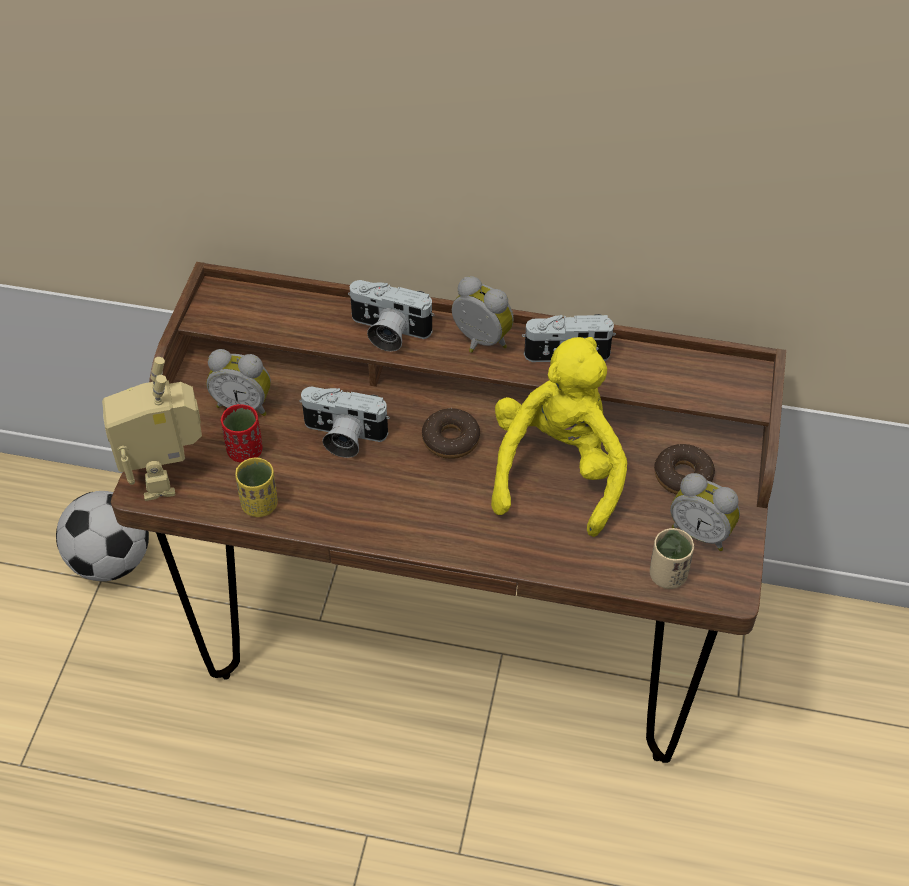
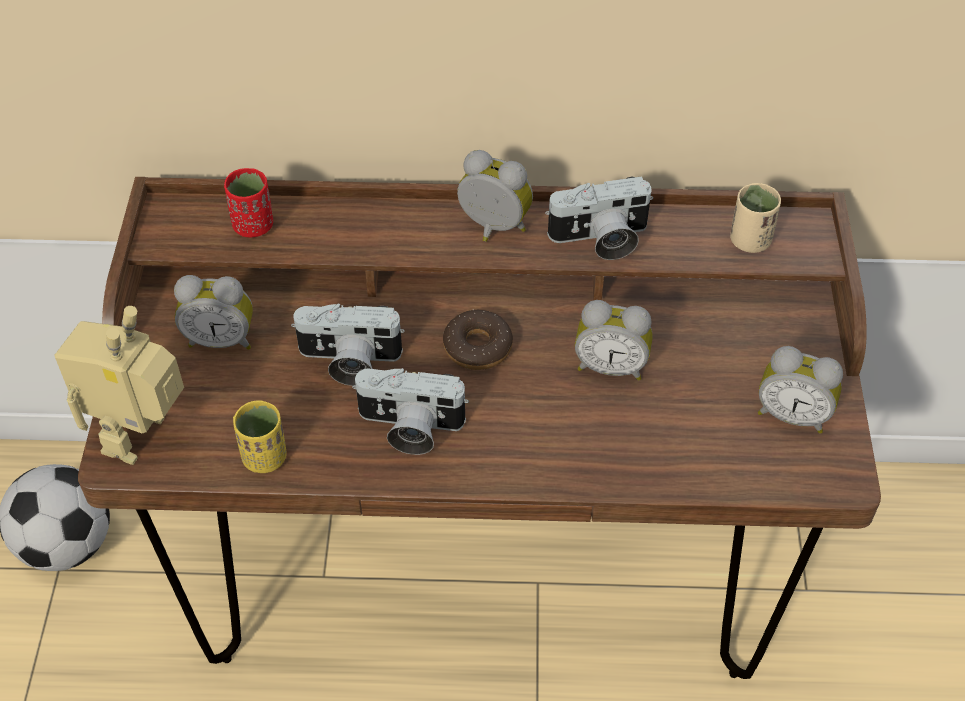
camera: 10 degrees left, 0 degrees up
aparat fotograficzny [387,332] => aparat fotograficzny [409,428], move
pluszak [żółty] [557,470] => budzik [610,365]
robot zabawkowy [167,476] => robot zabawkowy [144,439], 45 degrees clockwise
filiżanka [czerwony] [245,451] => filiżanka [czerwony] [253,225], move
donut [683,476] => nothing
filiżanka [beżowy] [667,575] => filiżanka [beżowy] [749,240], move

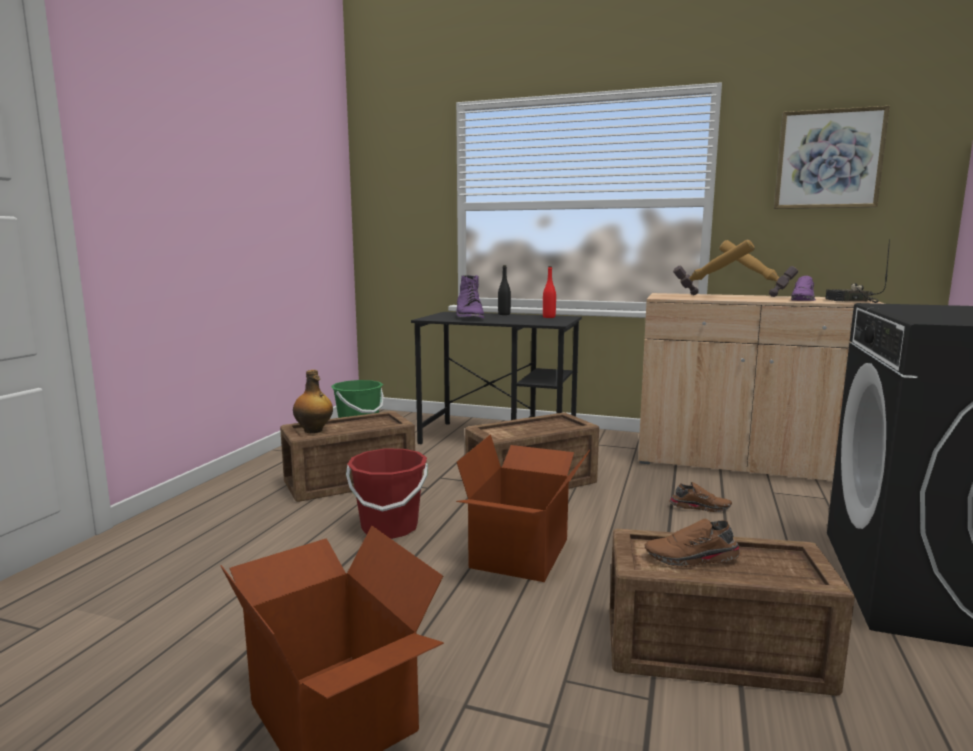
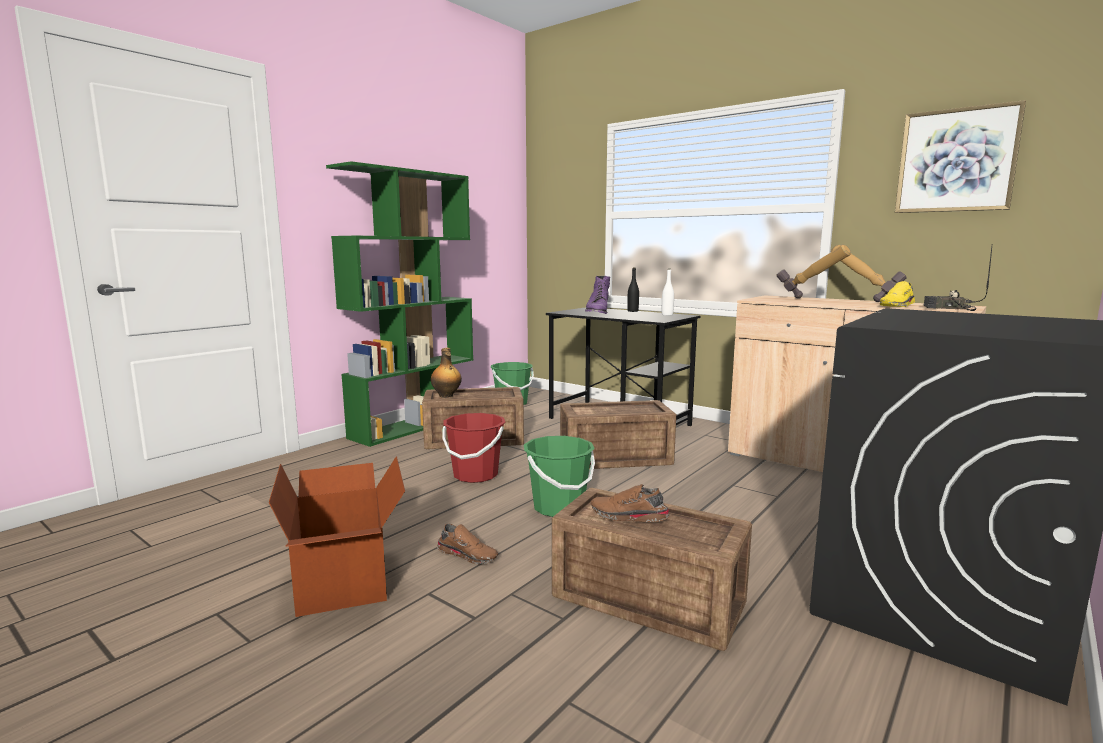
camera: 20 degrees right, 0 degrees up
butelka [czerwony] [549,317] => butelka [biały] [667,315]
but [fioletowy] [804,300] => but [żółty] [898,306]
karton [522,553] => wiadro [zielony] [558,507]
but [brązowy] [699,507] => but [brązowy] [468,554], move
nothing => regał [zielony] [414,425]

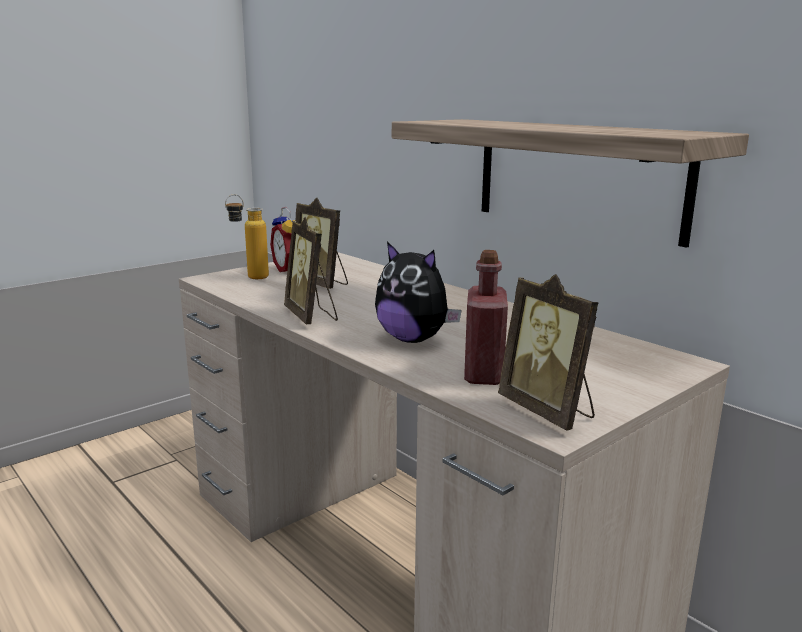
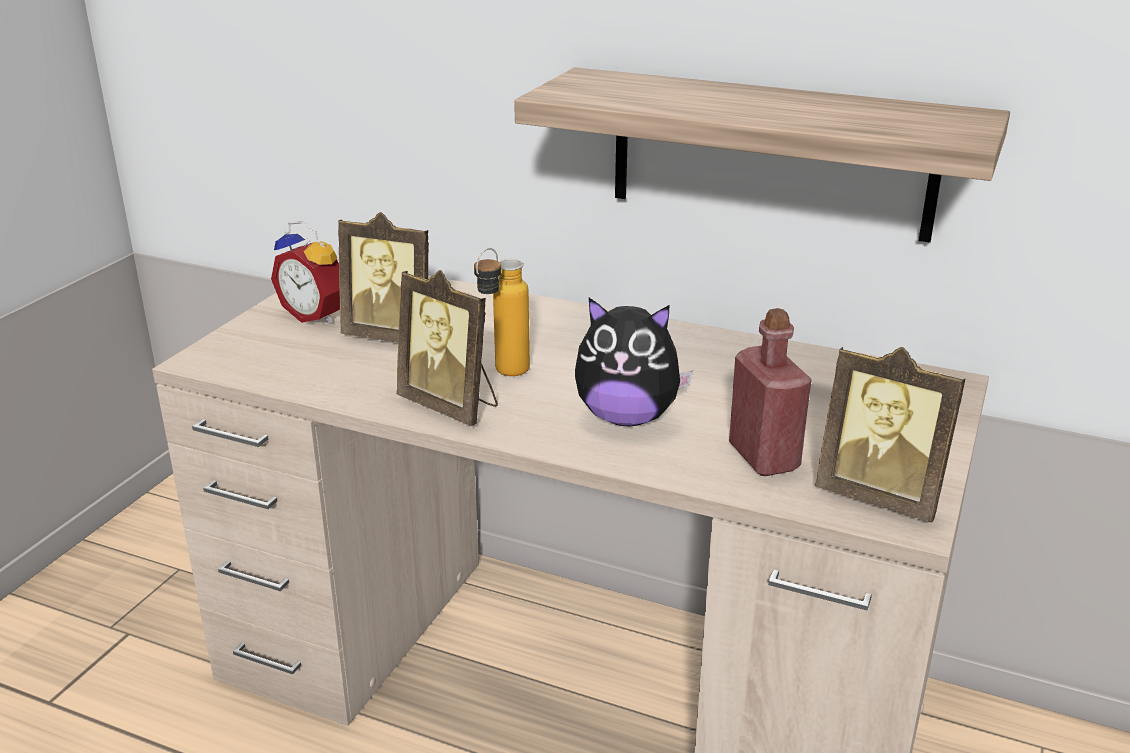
camera: 25 degrees left, 10 degrees up
butelka [249,278] => butelka [503,375], move

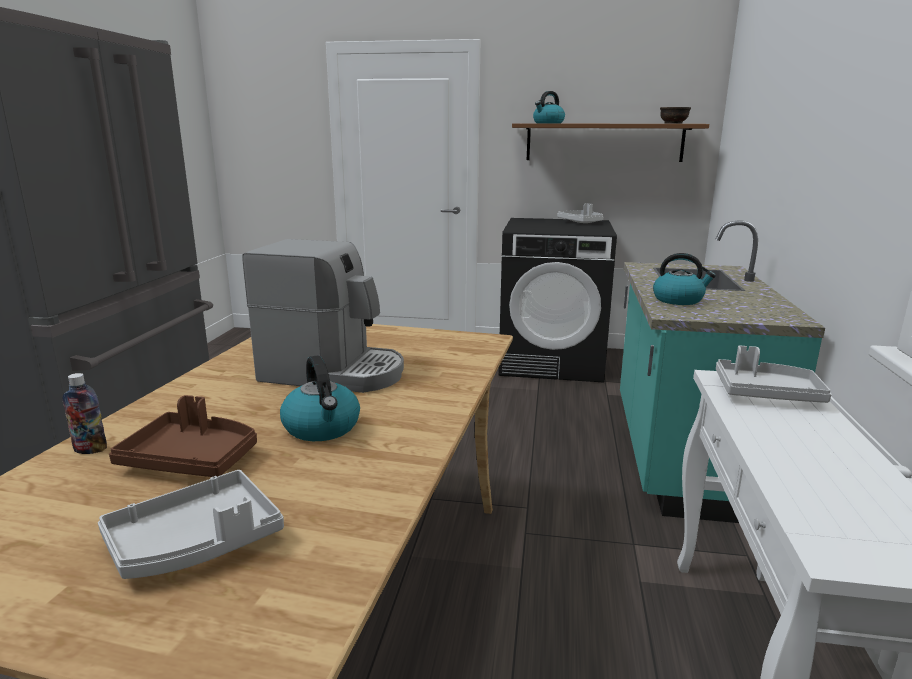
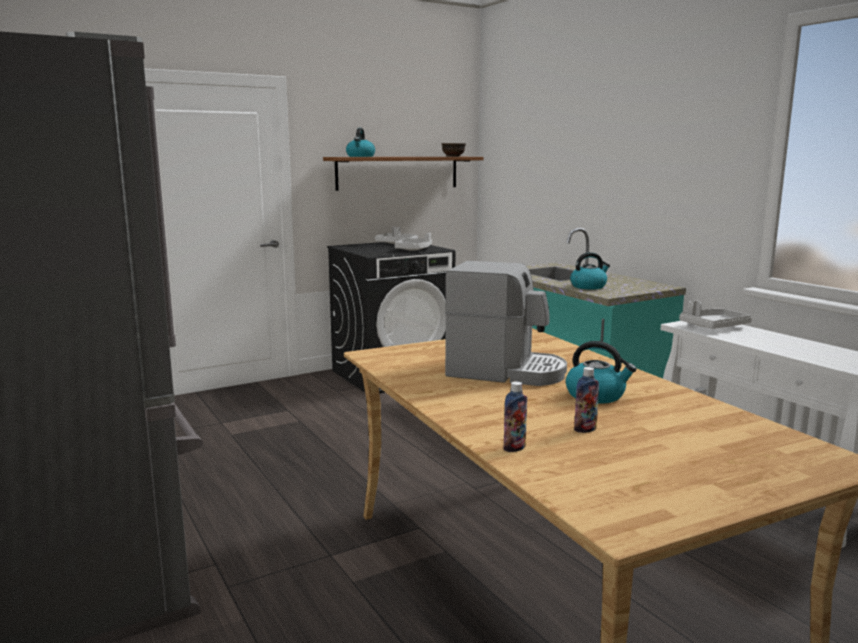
camera: 40 degrees left, 5 degrees down
ekspres do kawy [334,373] => ekspres do kawy [506,372], 45 degrees clockwise
taca [brązowy] [192,459] => butelka [585,429]
taca [szary] [196,543] => taca [szary] [413,250], move

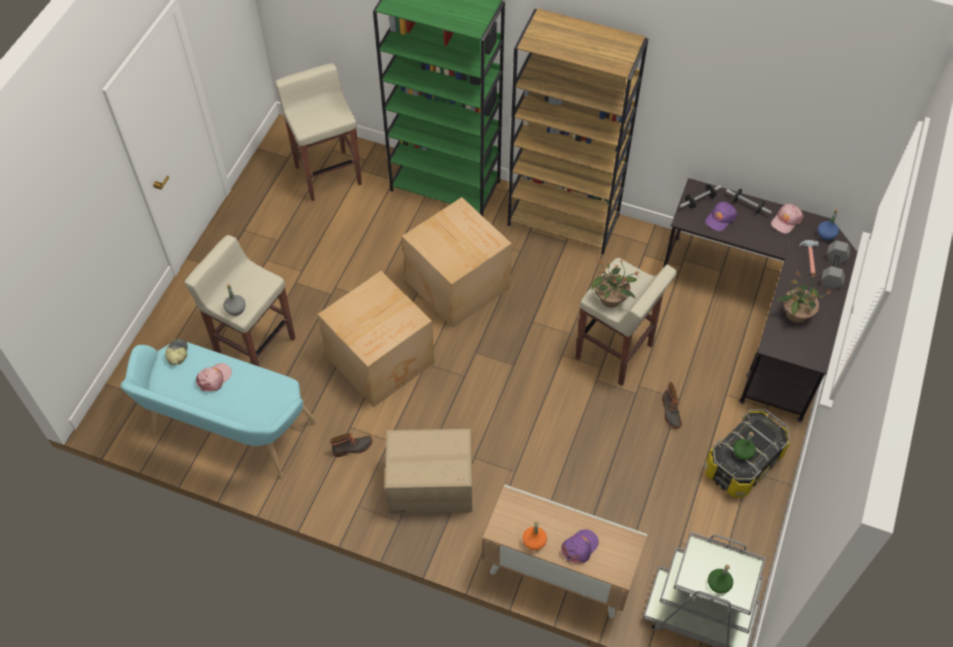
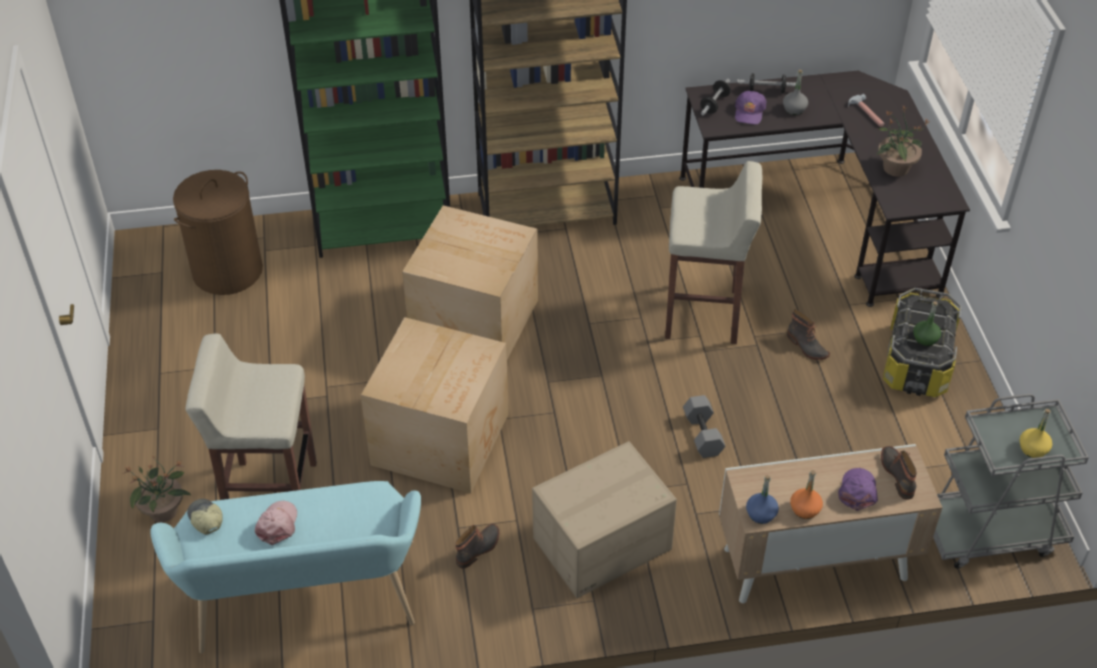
camera: 30 degrees left, 10 degrees down
stołek [beżowy] [328,174] => kosz na pranie [brązowy] [227,270]
czapka z daszkiem [różowy] [786,220] => nothing
butelka [niebieski] [826,234] => butelka [niebieski] [761,514], move
hantel [szary] [834,271] => hantel [szary] [704,435], move
roślina doniczkowa [611,299] => roślina doniczkowa [164,511], move
butelka [szary] [236,309] => butelka [szary] [794,109], move
butelka [zielony] [718,584] => butelka [żółty] [1033,449]
nothing => but z cholewką [898,475]

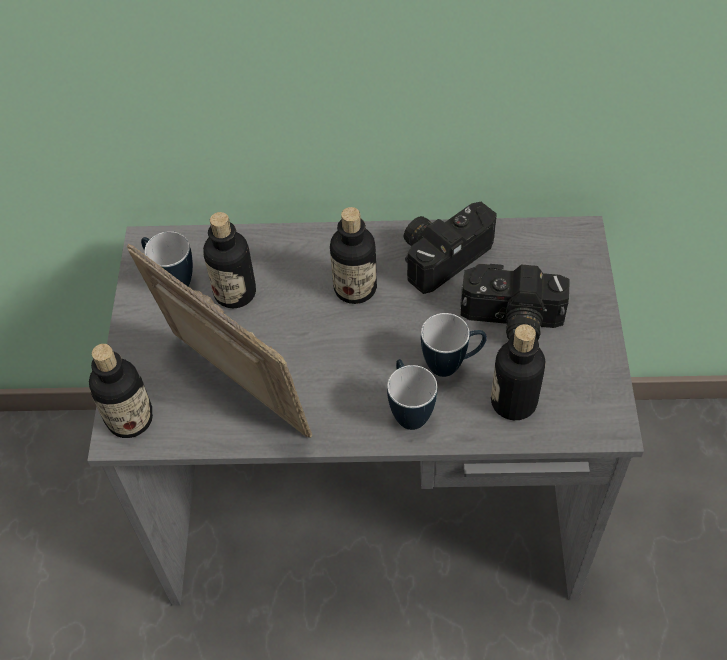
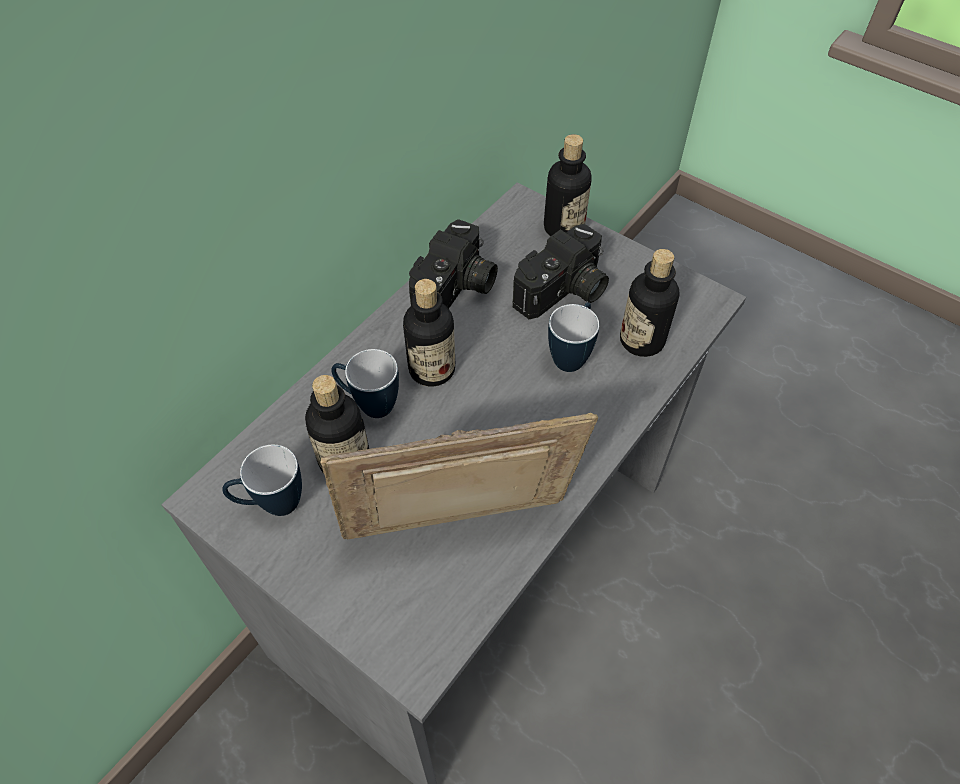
camera: 55 degrees left, 0 degrees up
aparat fotograficzny [443,254] => aparat fotograficzny [456,291], 150 degrees counterclockwise
butelka [130,419] => butelka [563,228], move
kubek [408,410] => kubek [369,404], move

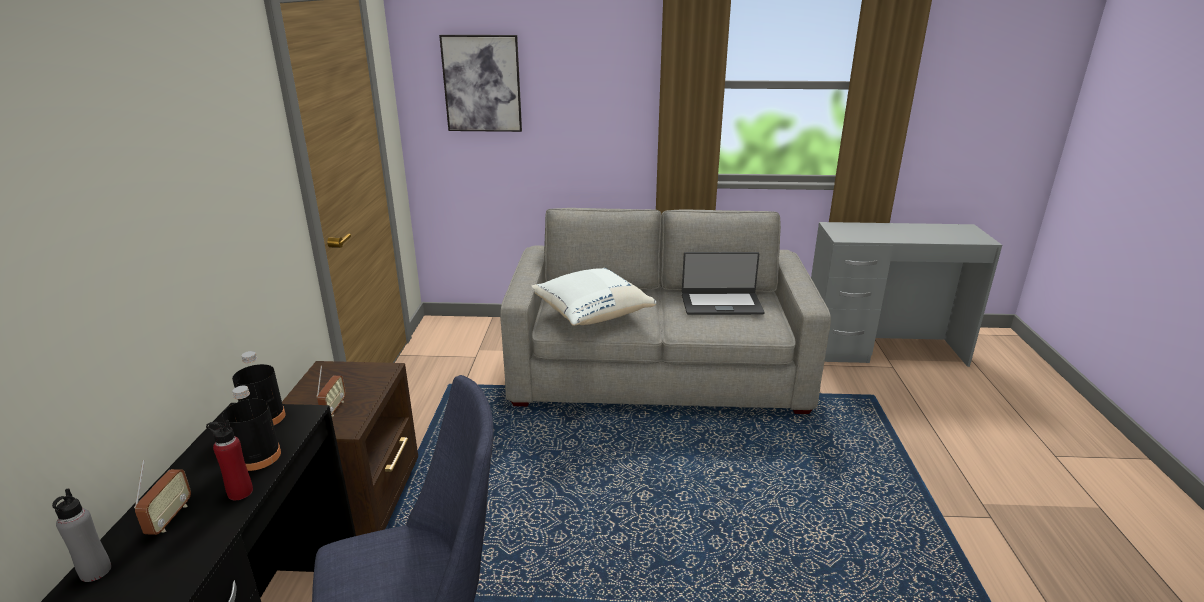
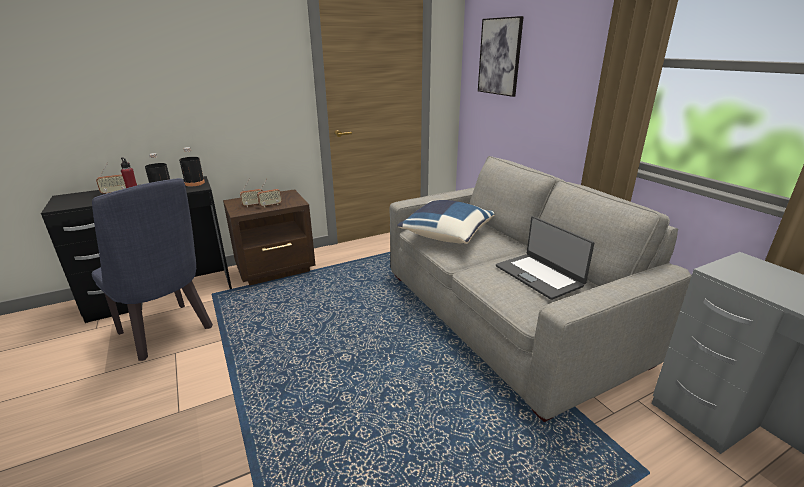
camera: 60 degrees right, 0 degrees up
poduszka [biały] [590,313] => poduszka [niebieski] [446,235]
butelka [szary] [95,571] => nothing
nothing => radio [270,205]

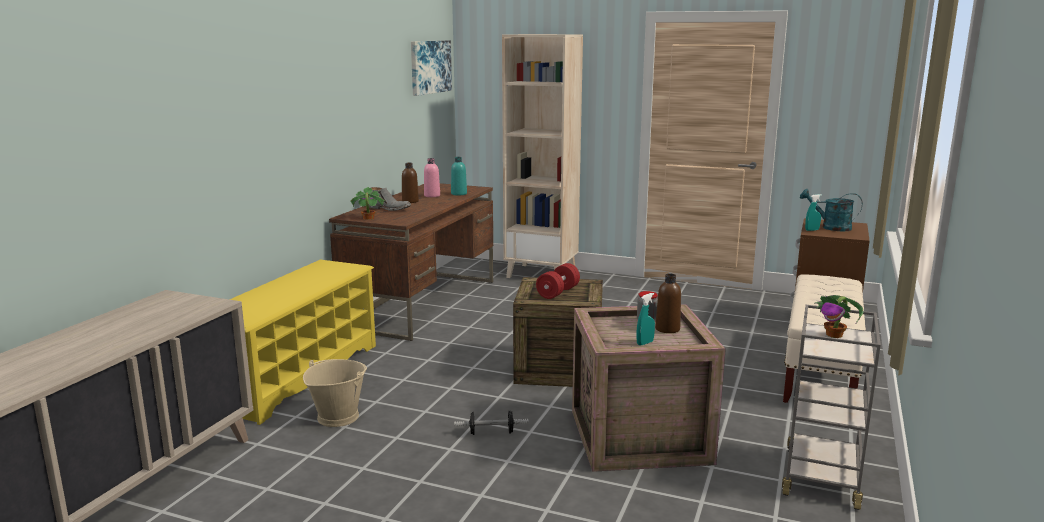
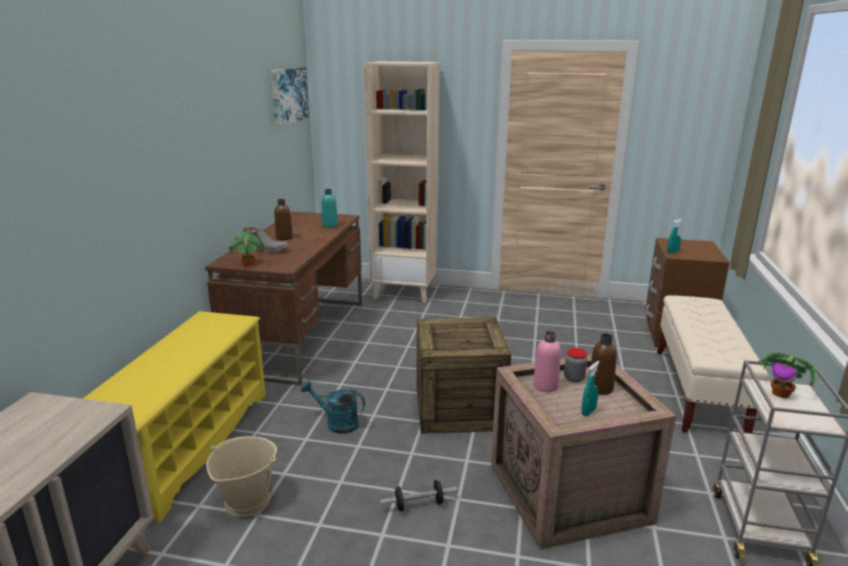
camera: 10 degrees left, 5 degrees up
butelka [różowy] [432,196] => butelka [różowy] [545,386], move
konewka [turkusowy] [830,227] => konewka [turkusowy] [337,423], move
hantel [czerwony] [558,292] => nothing

